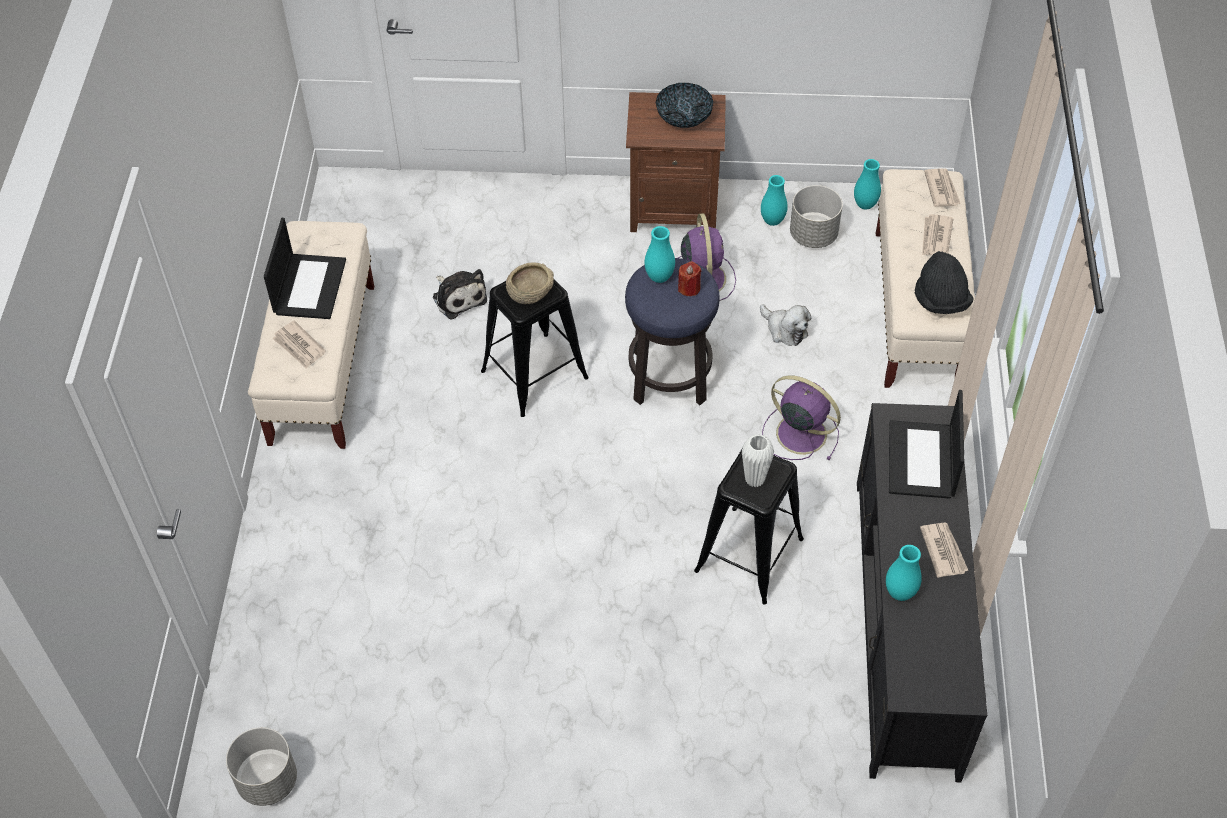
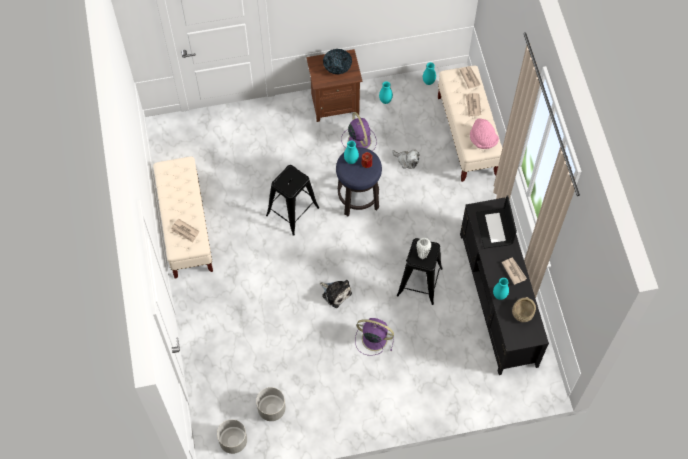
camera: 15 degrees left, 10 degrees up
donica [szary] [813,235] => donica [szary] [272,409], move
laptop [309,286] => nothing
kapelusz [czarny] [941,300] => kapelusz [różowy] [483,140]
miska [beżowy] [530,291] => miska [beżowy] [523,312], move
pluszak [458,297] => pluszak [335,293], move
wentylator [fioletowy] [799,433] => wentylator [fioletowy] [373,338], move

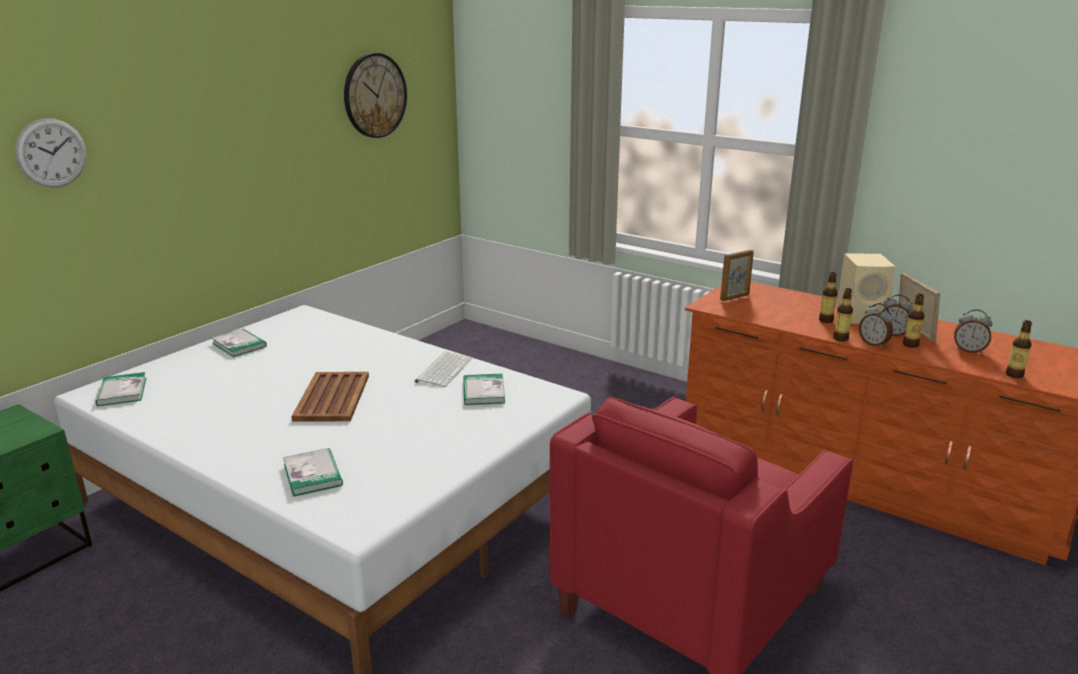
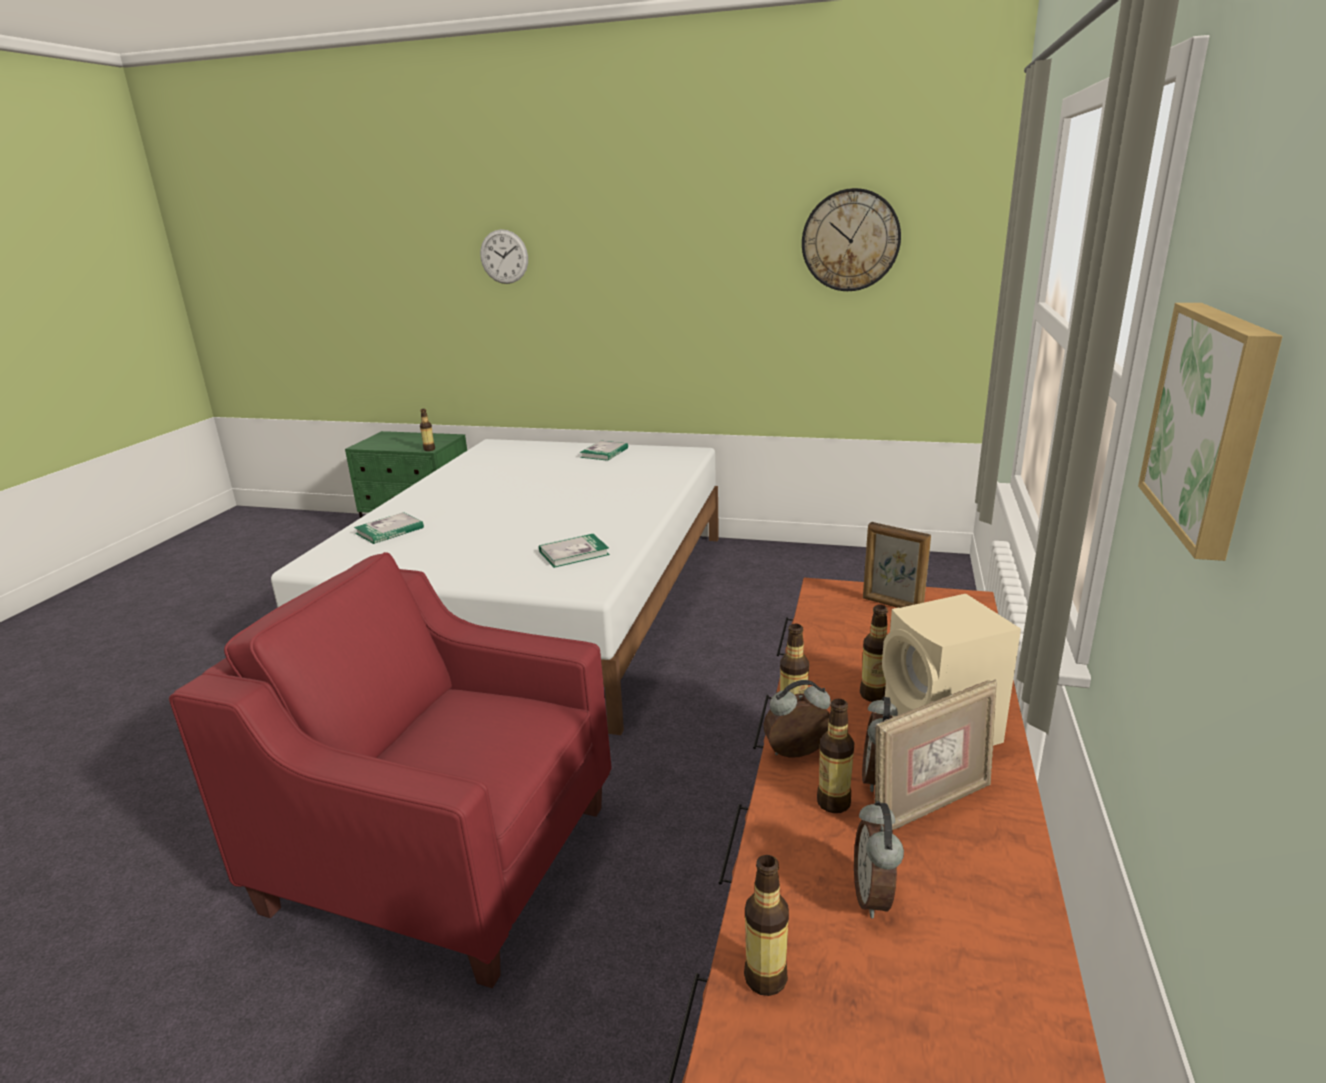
camera: 70 degrees right, 0 degrees up
budzik [873,344] => budzik [798,755], 45 degrees clockwise
klawiatura [443,369] => nothing
książka [122,391] => nothing
taca [brązowy] [333,397] => nothing
nothing => obraz [1213,423]
nothing => butelka [429,449]

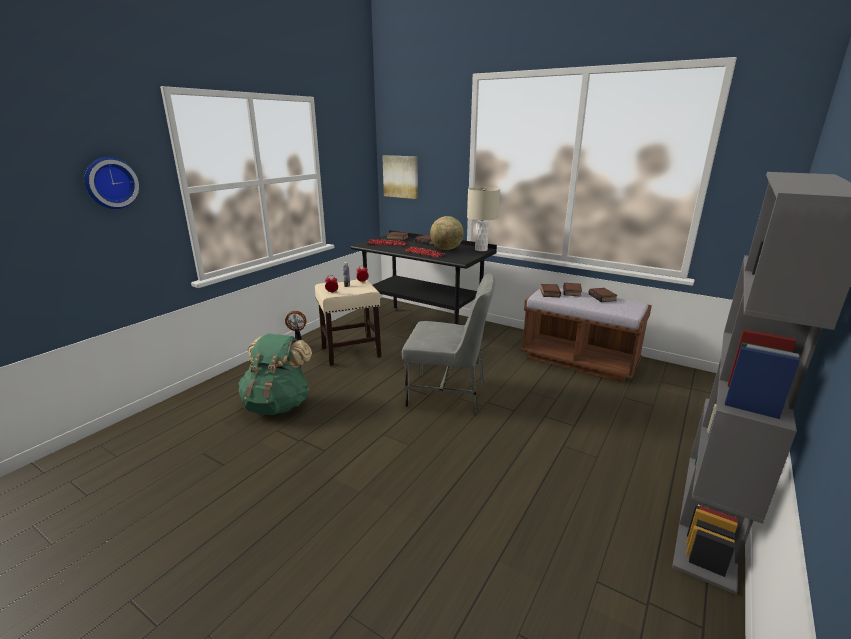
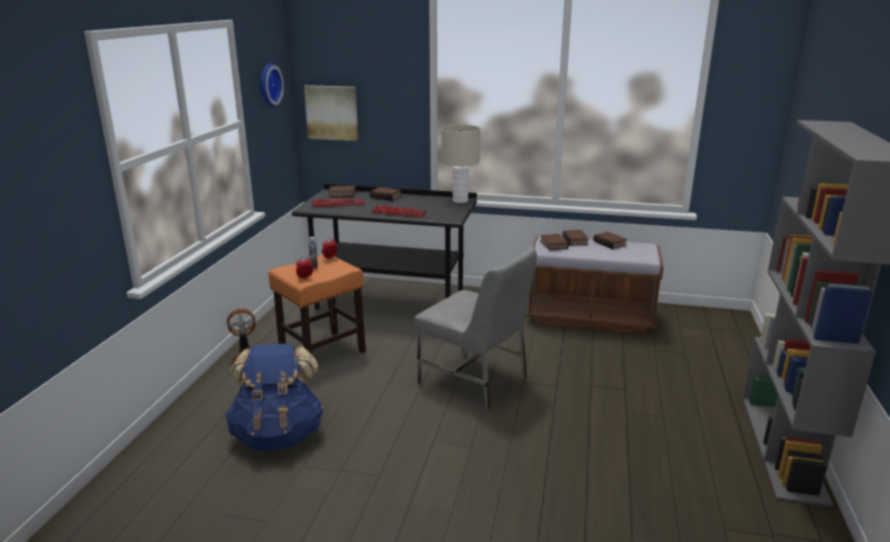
camera: 20 degrees left, 0 degrees up
zegar ścienny [110,183] => zegar ścienny [268,85], move
globus [446,249] => nothing
krzesło [szary] [448,393] => krzesło [szary] [475,380], 45 degrees clockwise
stołek [beżowy] [350,352] => stołek [pomarańczowy] [321,352]
plecak [zielony] [278,404] => plecak [niebieski] [278,435]

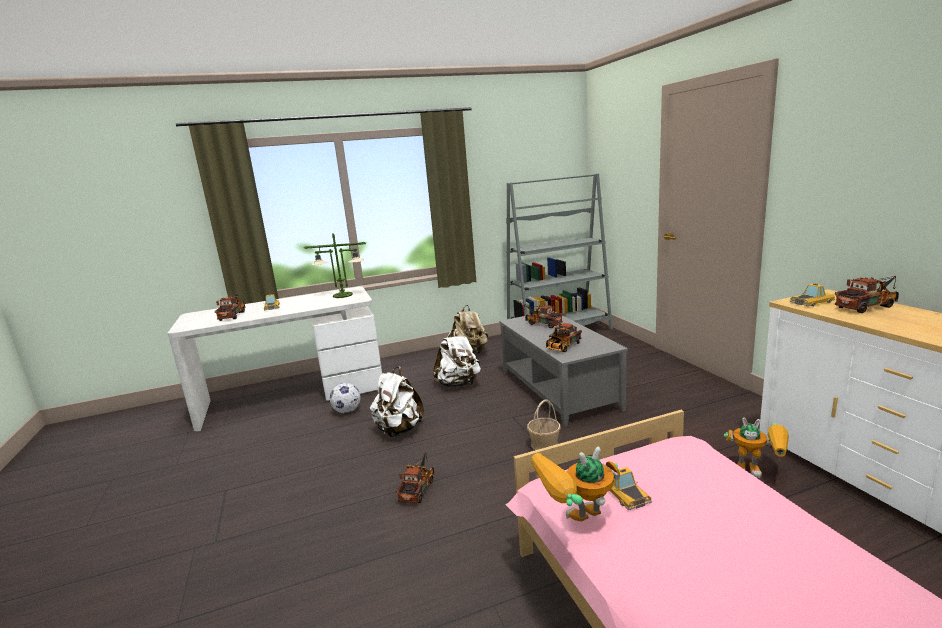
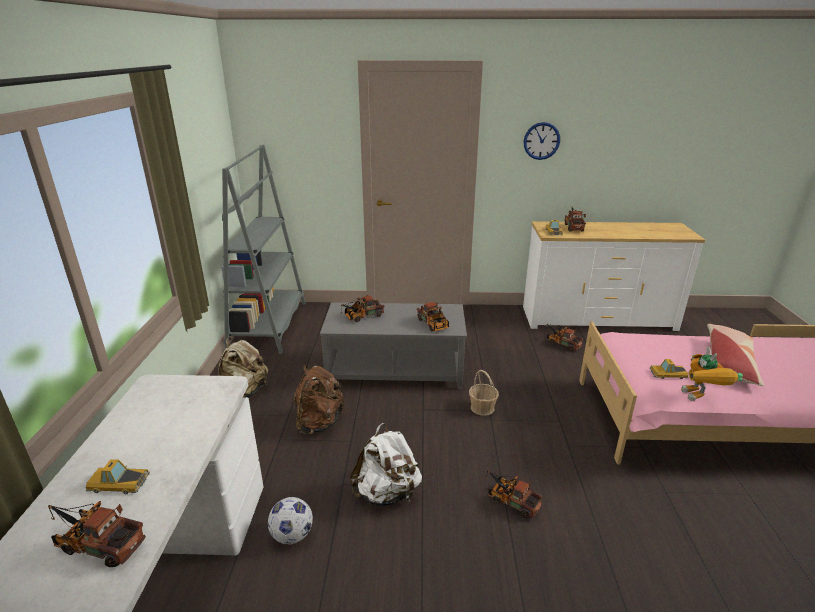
camera: 70 degrees left, 10 degrees up
lampa stołowa [343,295] => nothing
plecak [biały] [458,384] => plecak [brązowy] [319,423]
robot zabawkowy [758,471] => ciężarówka zabawkowa [561,343]
nothing => zegar ścienny [541,141]
nothing => poduszka [729,362]

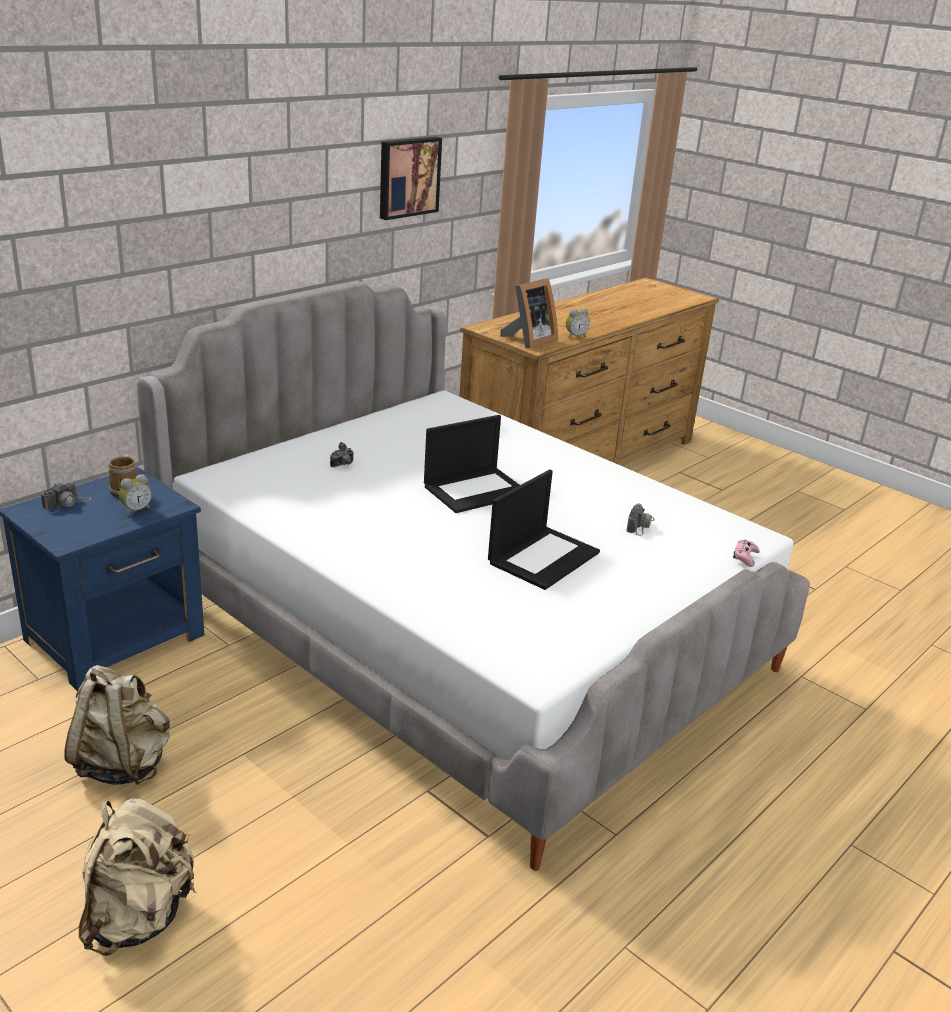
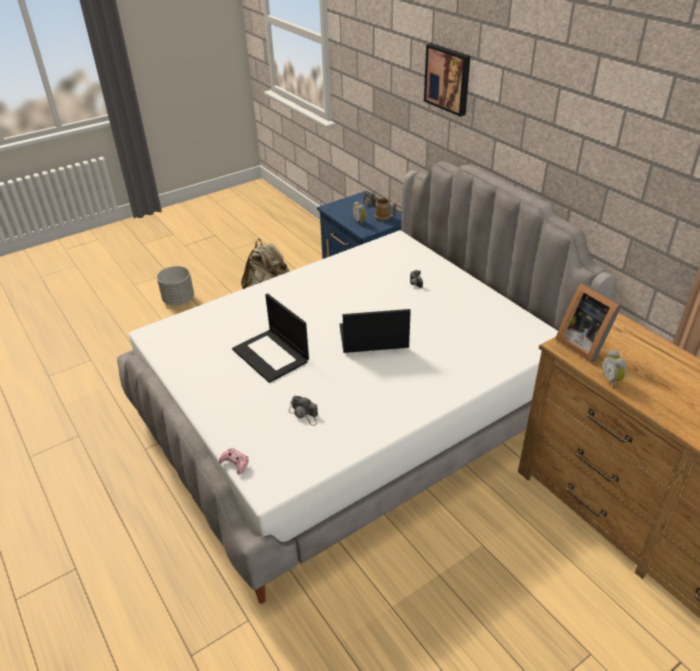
camera: 105 degrees right, 10 degrees up
obraz [407,177] => obraz [448,79], move
laptop [476,490] => laptop [373,337], 105 degrees clockwise
plecak [beżowy] [138,916] => donica [szary] [179,300]

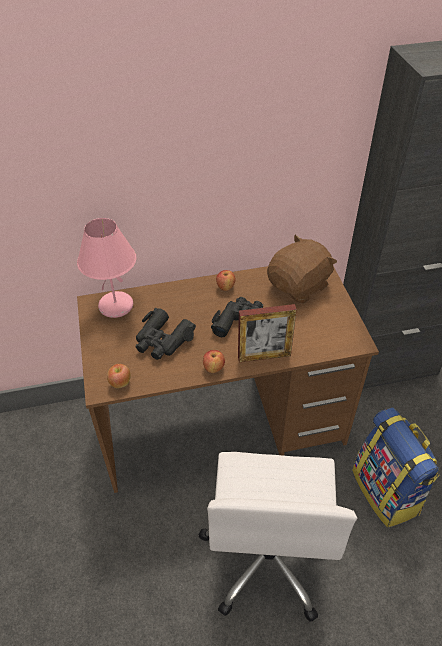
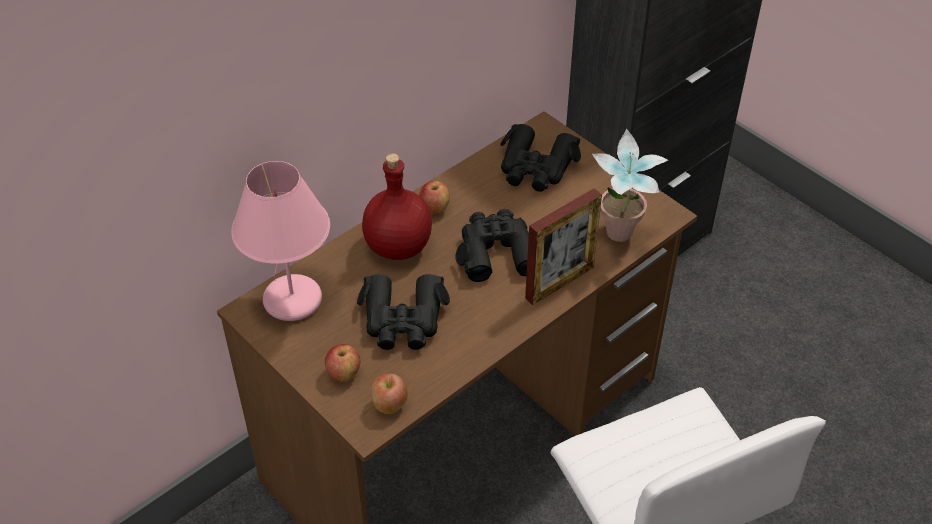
camera: 30 degrees left, 0 degrees up
pluszak [brązowy] [299,286] => lornetka [czarny] [536,167]
jabłko [213,368] => jabłko [343,373], move
plecak [386,491] => nothing
nothing => roślina doniczkowa [619,240]
nothing => butelka [czerwony] [397,246]

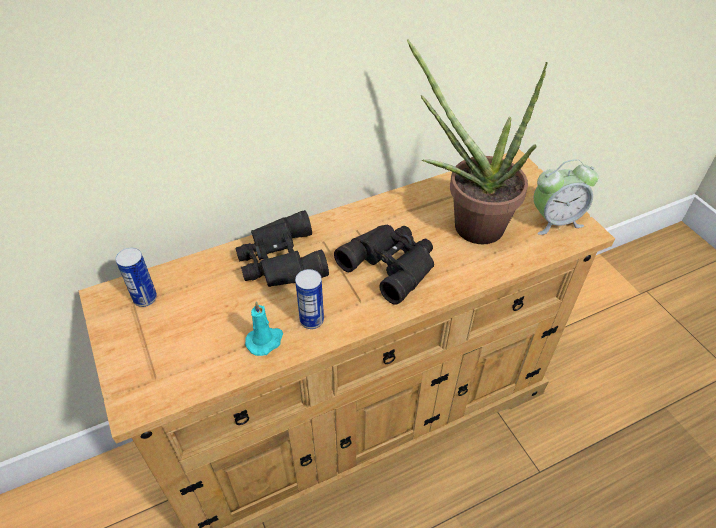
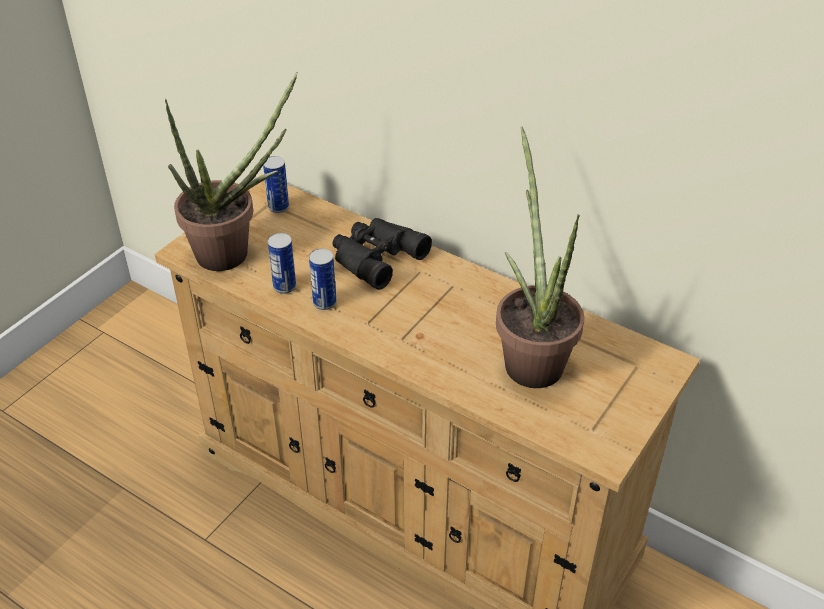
camera: 60 degrees right, 5 degrees down
budzik [555,221] => nothing
lornetka [czarny] [391,264] => nothing
świeca [turkusowy] [265,341] => puszka [284,286]
nothing => roślina doniczkowa [234,253]

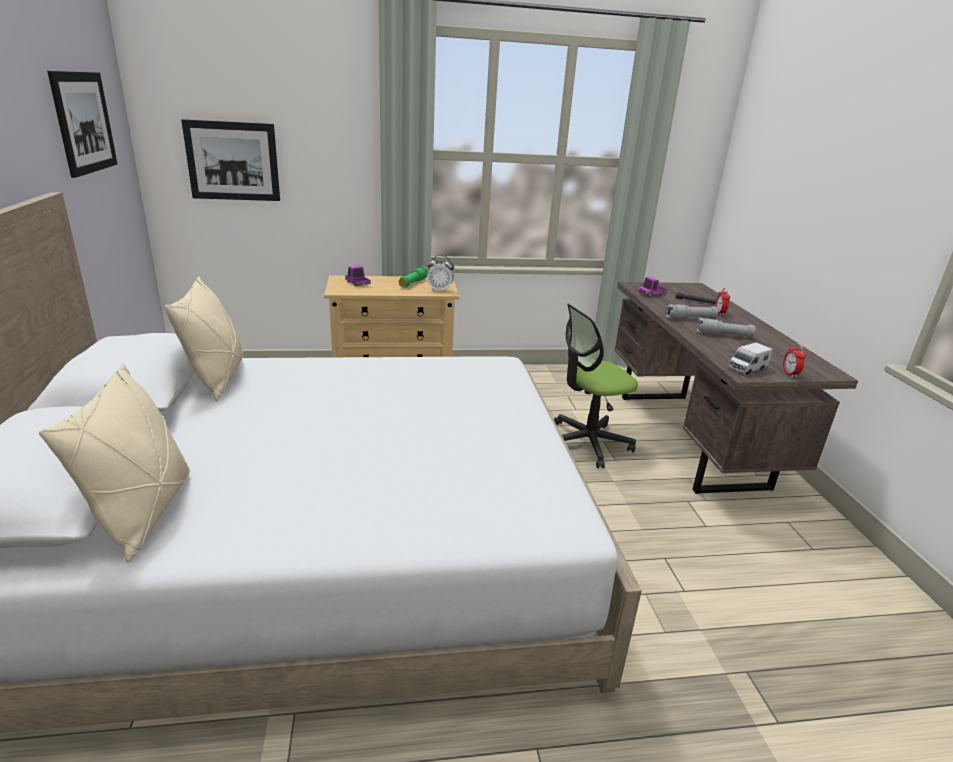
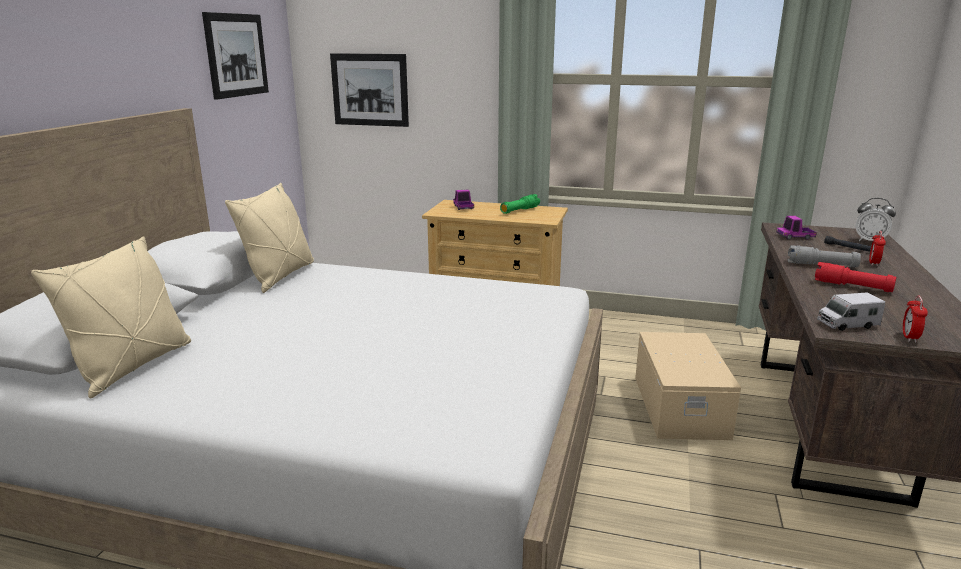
camera: 25 degrees right, 5 degrees down
budzik [440,290] => budzik [869,241], move
krzesło biurowe [587,442] => pojemnik do przechowywania [beżowy] [681,406]
latarka [szary] [723,335] => latarka [czerwony] [852,286]

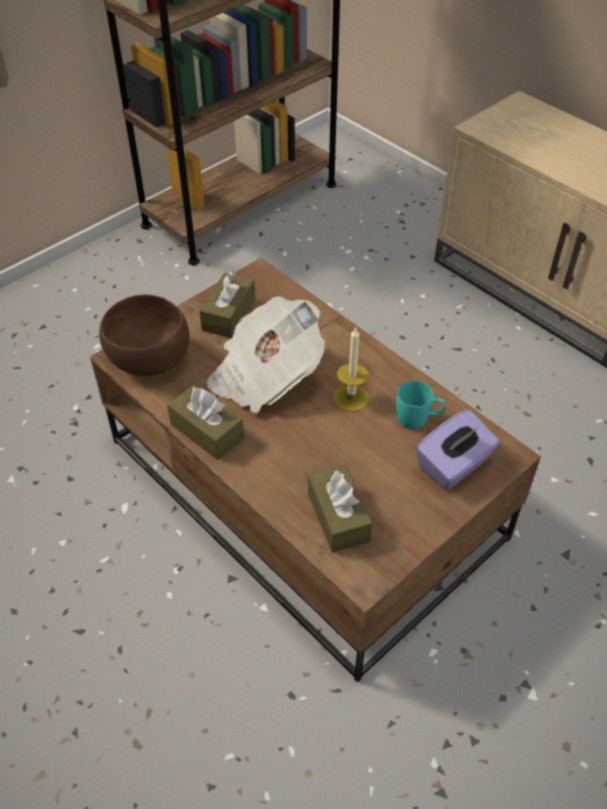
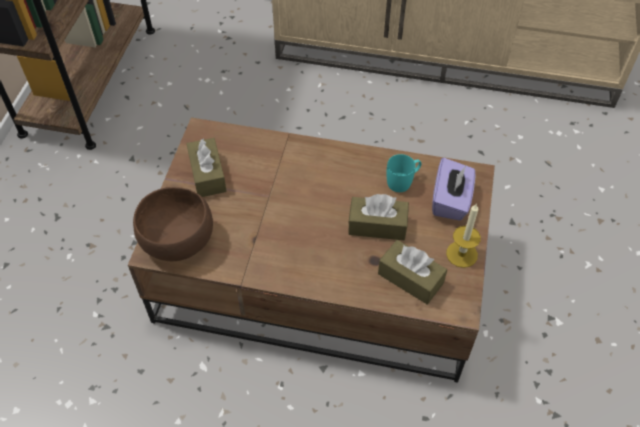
camera: 35 degrees left, 5 degrees up
gazeta [265,375] => nothing
świeca [351,398] => świeca [461,254], move
pudełko chusteczek [brązowy] [207,431] => pudełko chusteczek [brązowy] [377,225], move

